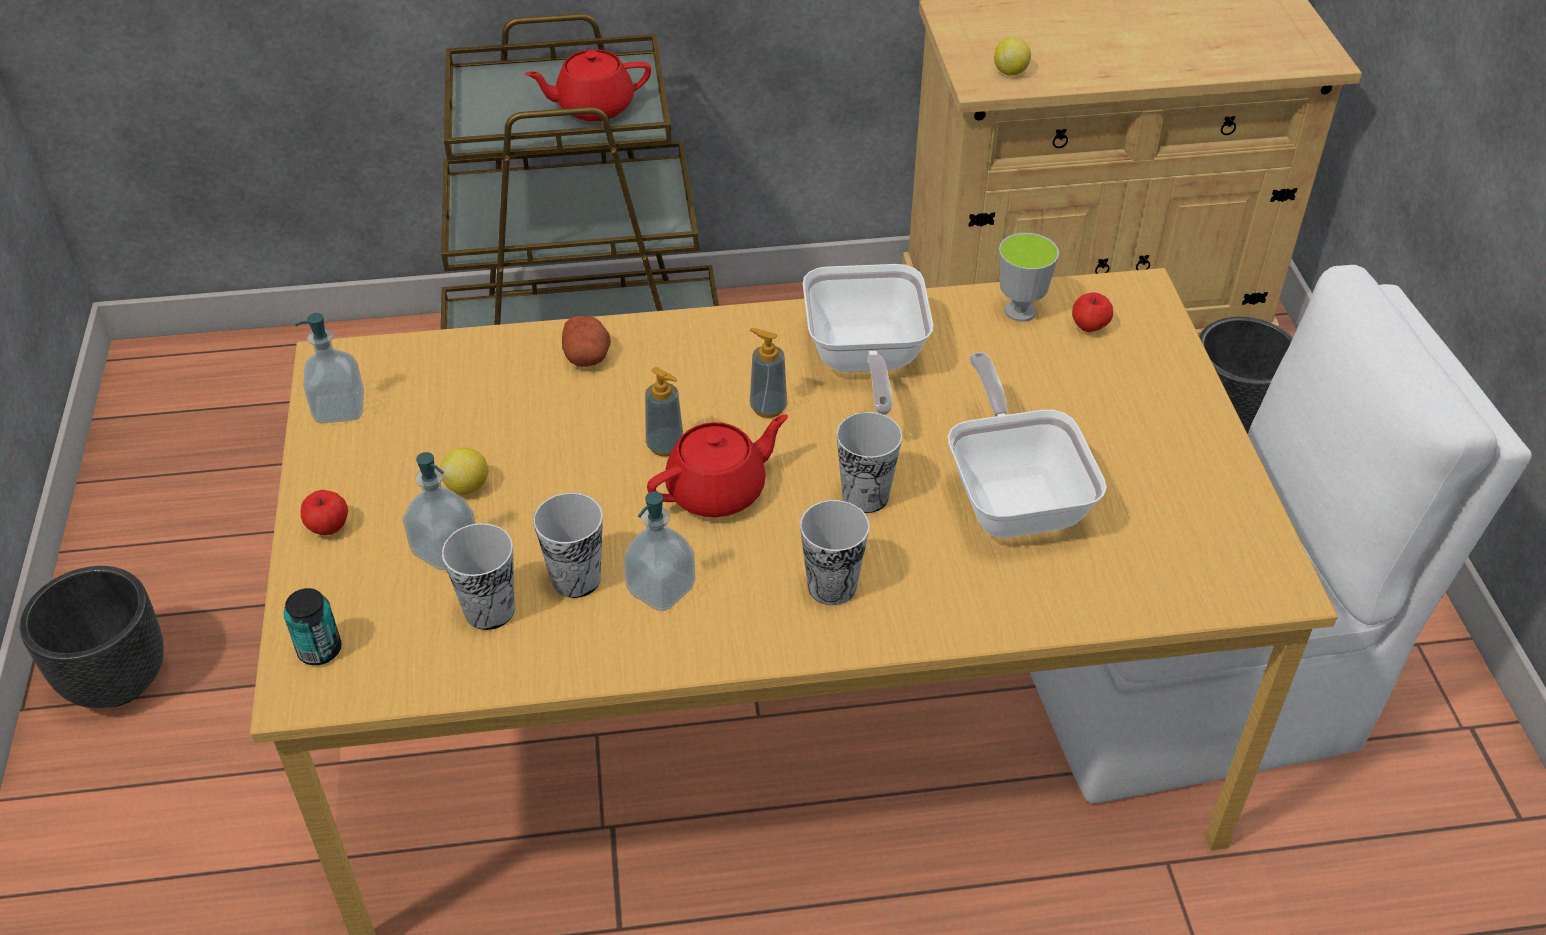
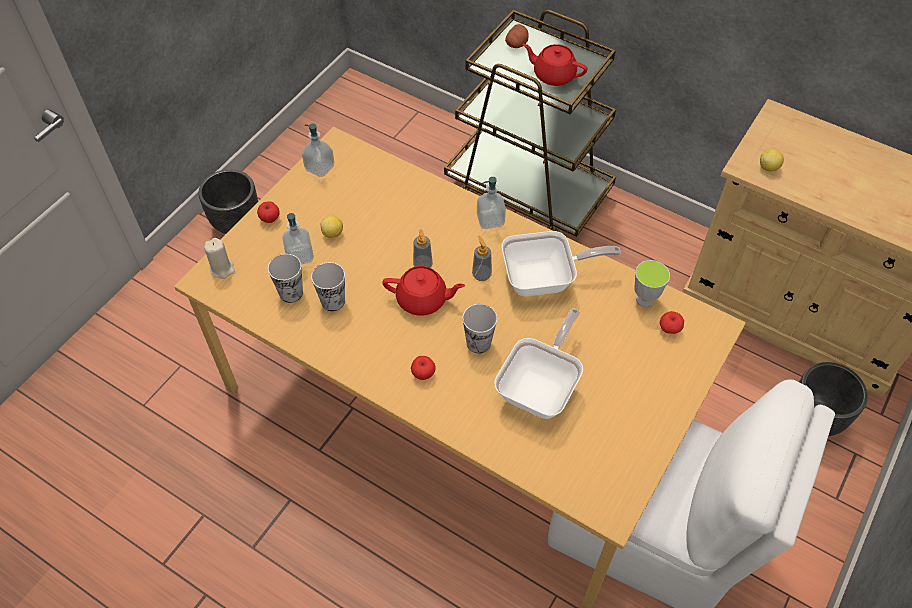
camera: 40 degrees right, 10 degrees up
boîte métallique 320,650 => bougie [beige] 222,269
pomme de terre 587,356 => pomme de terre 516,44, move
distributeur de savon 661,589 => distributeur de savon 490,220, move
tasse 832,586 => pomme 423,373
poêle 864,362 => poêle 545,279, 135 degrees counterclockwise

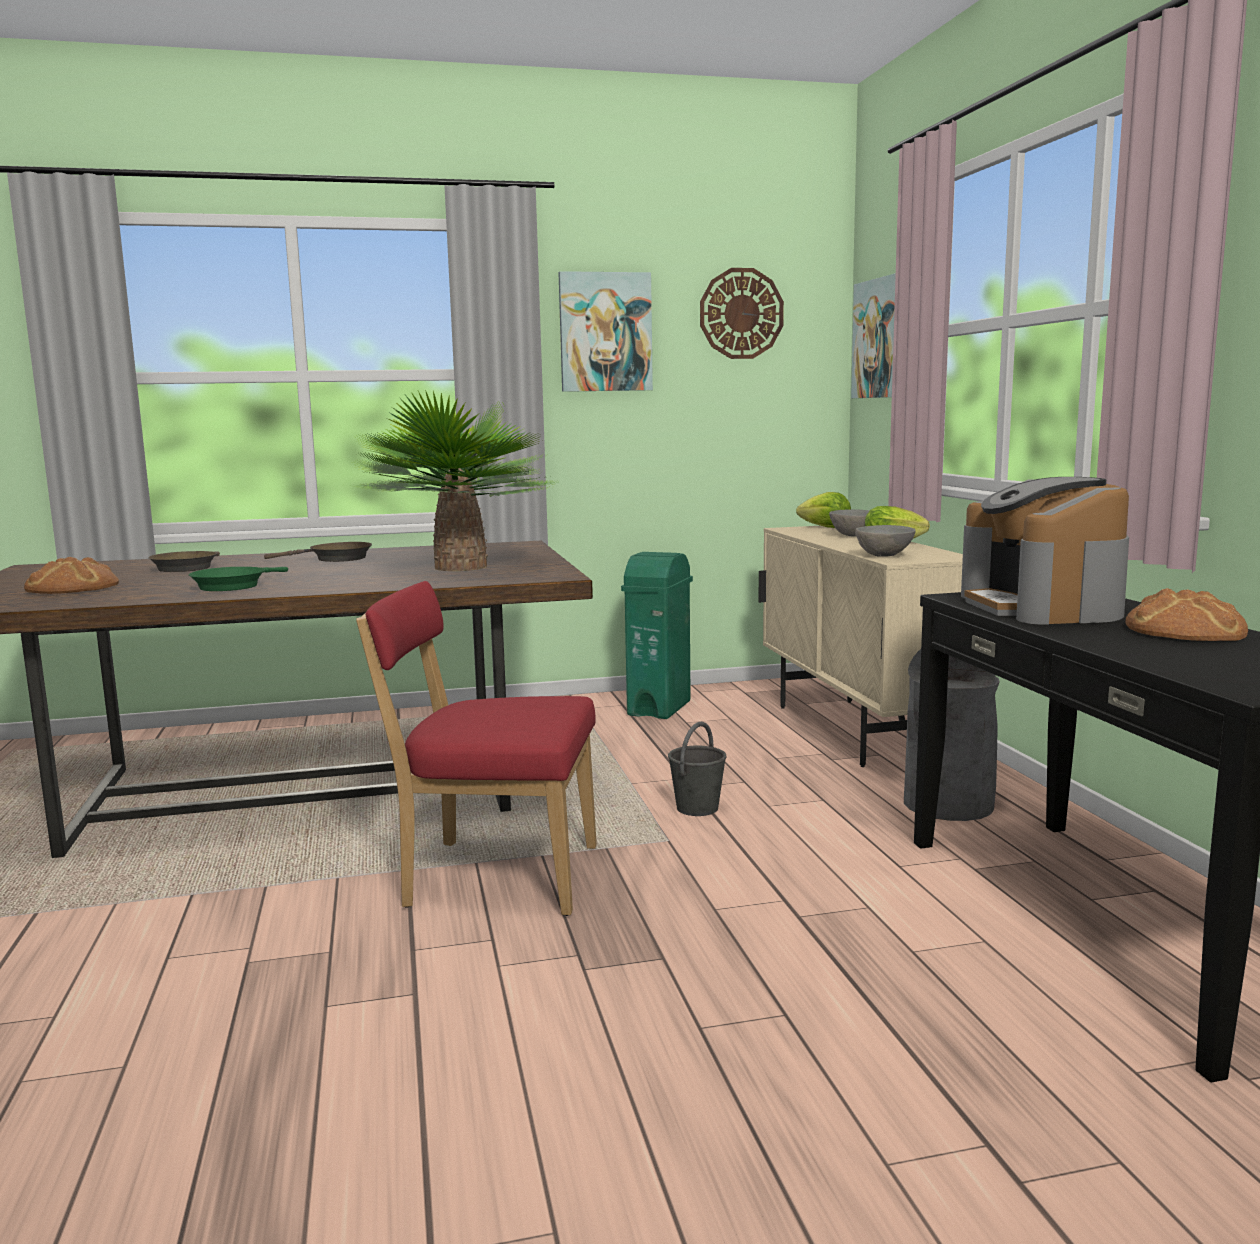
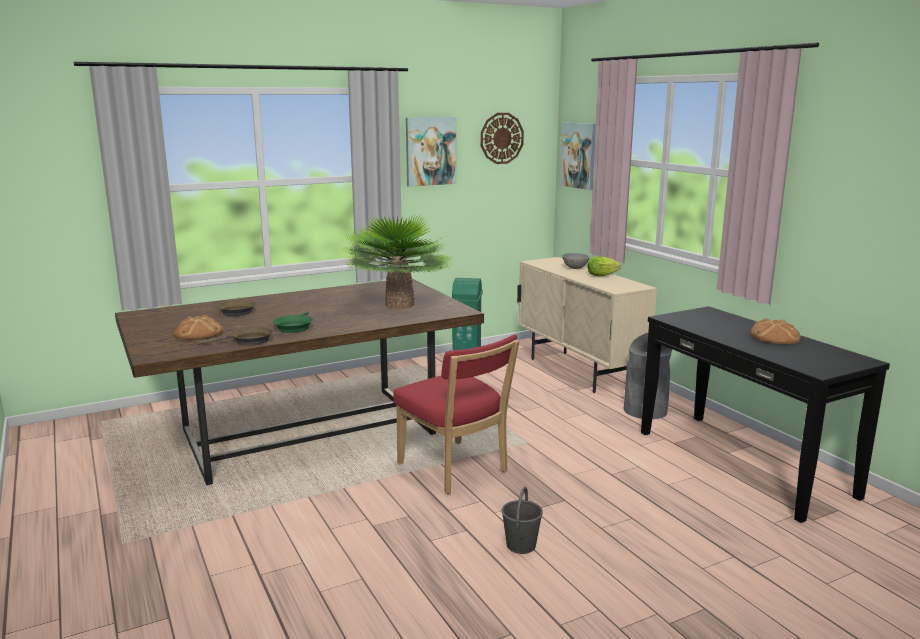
camera: 15 degrees left, 5 degrees up
poêle [marron] 335,559 => poêle [marron] 248,341, move
chaise [rouge] 493,876 => chaise [rouge] 455,470, 120 degrees counterclockwise
seau [gris] 697,808 => seau [gris] 521,545, move
laitue 825,527 => nothing
bol [gris] 885,556 => nothing
machine à café 1042,606 => nothing

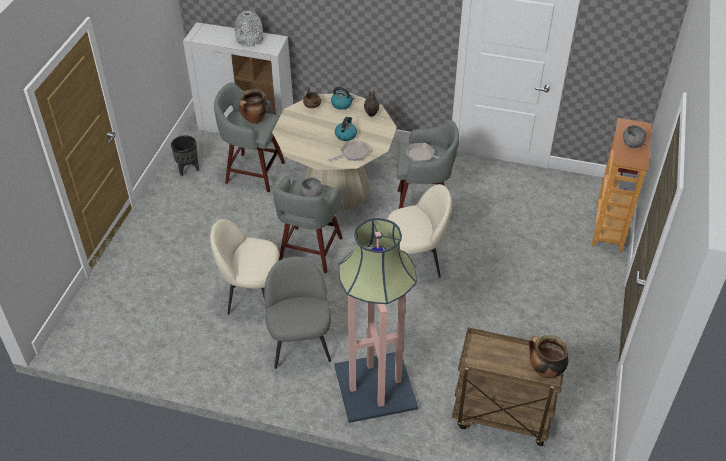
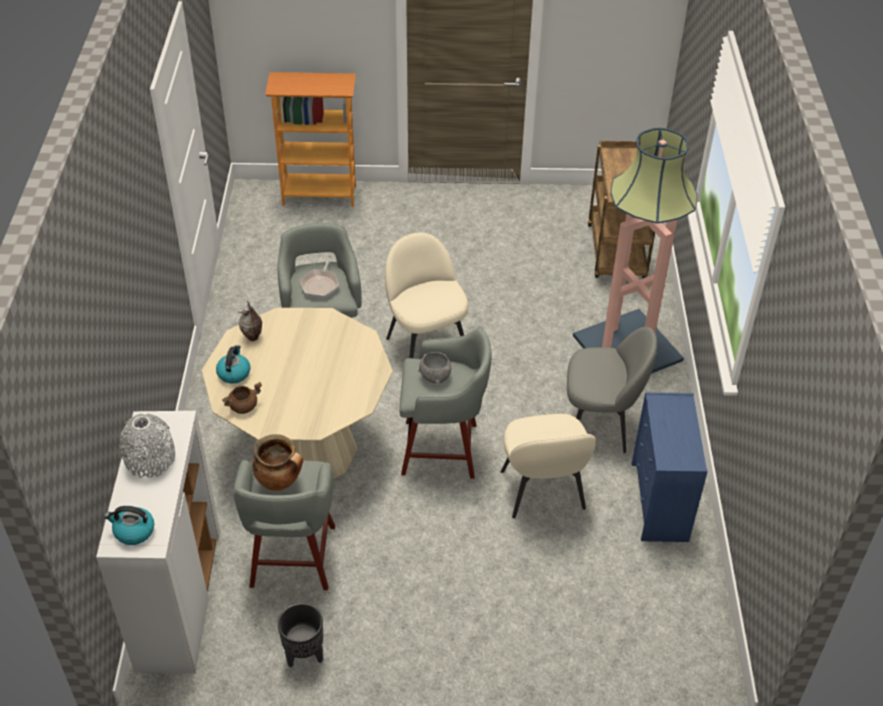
camera: 105 degrees left, 0 degrees up
chaise [gris] 300,344 => chaise [gris] 600,424, 150 degrees counterclockwise
poêle 352,154 => nothing
bouilloire 346,135 => bouilloire 133,531, move
marmite 544,370 => nothing
bol [gris] 632,144 => nothing
nothing => commode [bleu] 659,503

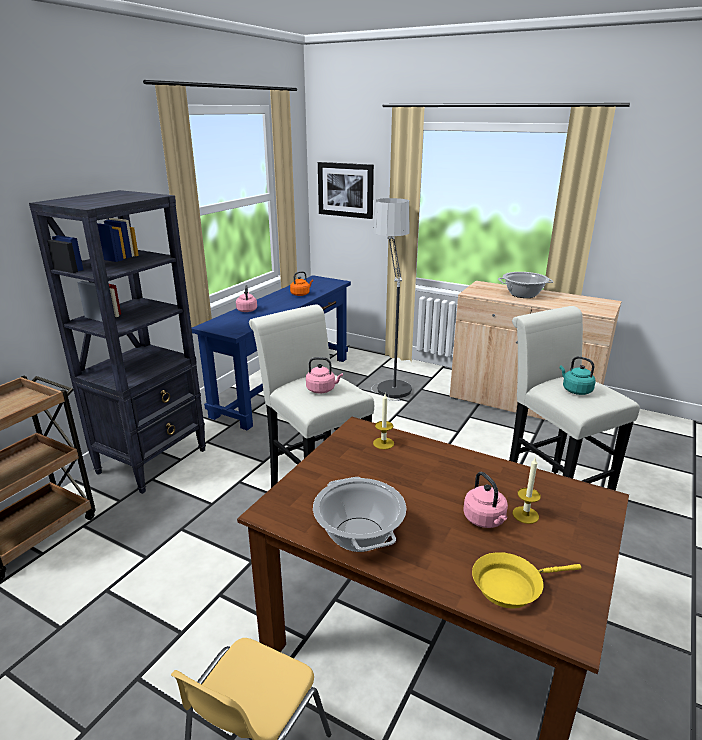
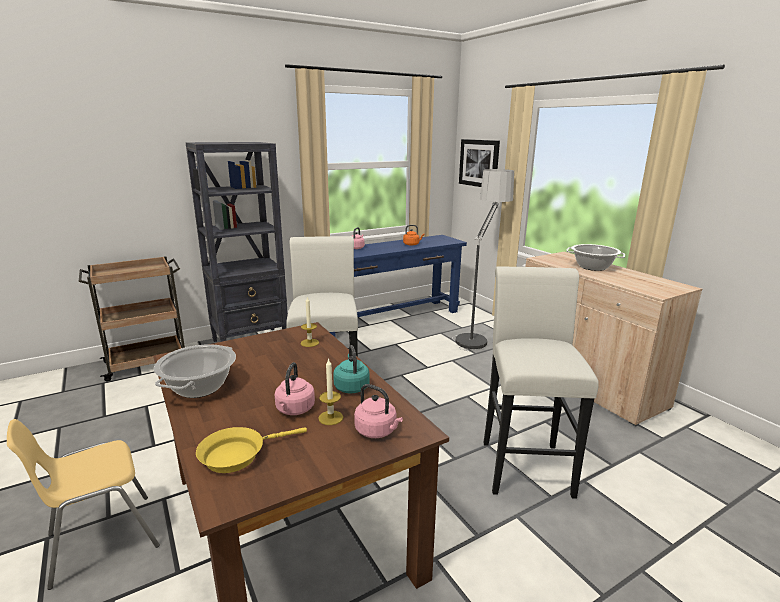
camera: 30 degrees right, 5 degrees down
bouilloire [rose] 322,389 => bouilloire [rose] 377,431, move
poêle [jaune] 511,586 => poêle [jaune] 237,454, 45 degrees counterclockwise
bouilloire [turquoise] 575,390 => bouilloire [turquoise] 351,386, move

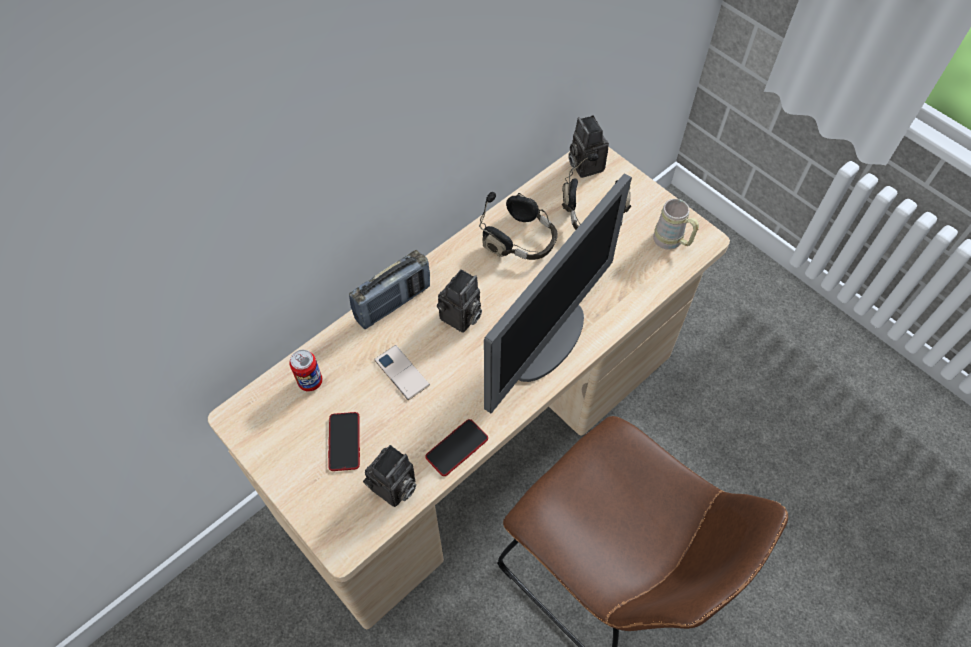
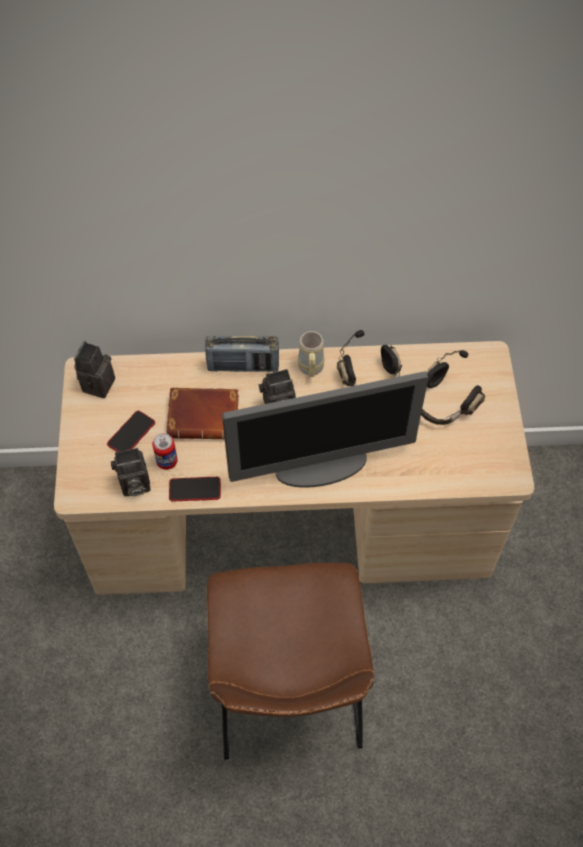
camera: 40 degrees right, 0 degrees up
boîte métallique 310,381 => boîte métallique 167,461, move
téléphone 401,372 => livre [marron] 206,416
appareil photo 584,164 => appareil photo 97,383, move
mug [beige] 671,243 => mug [beige] 310,370, move

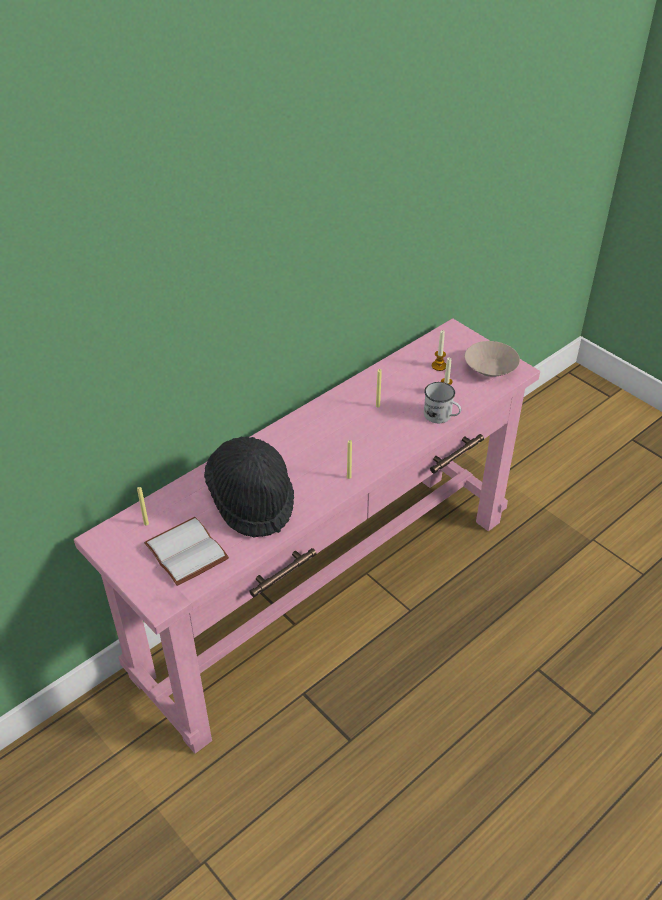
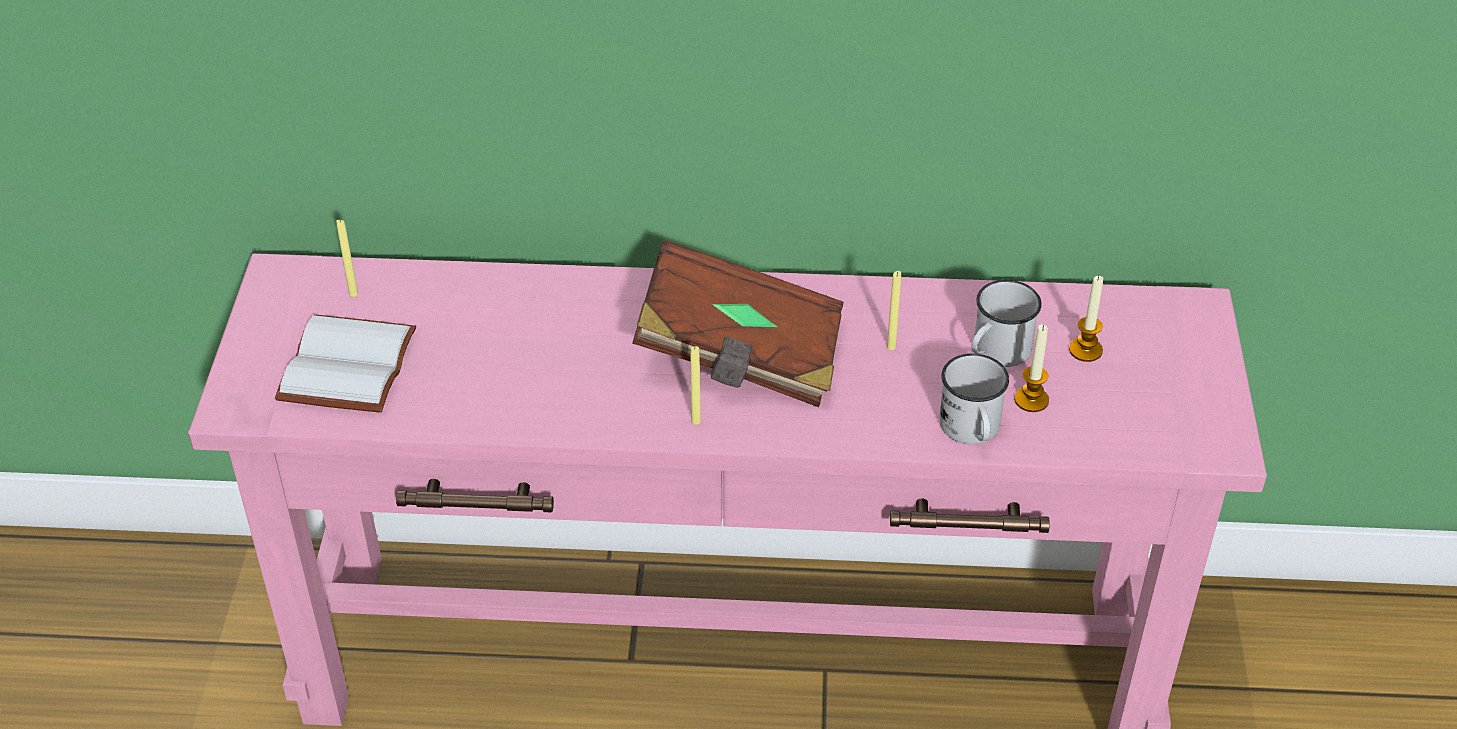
camera: 45 degrees right, 0 degrees up
chapeau [noir] 252,500 => nothing
bol [beige] 490,368 => nothing
nothing => livre [marron] 740,356
nothing => mug [blanc] 996,353

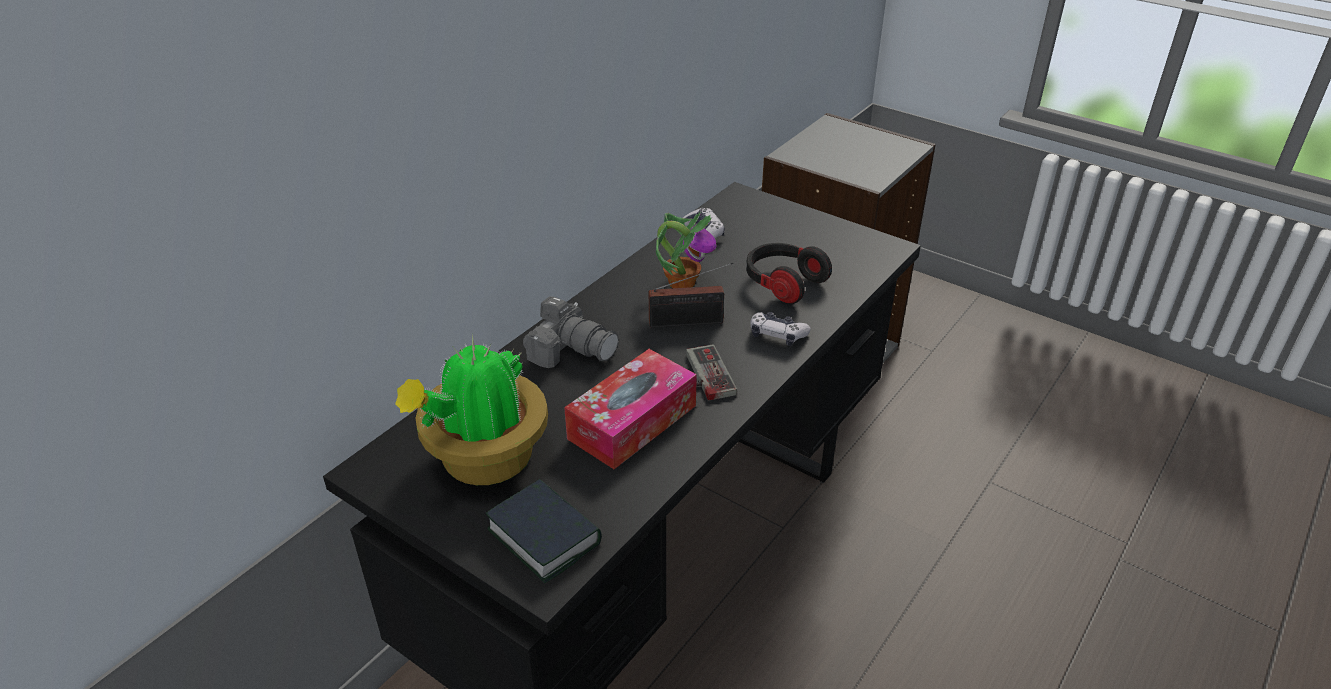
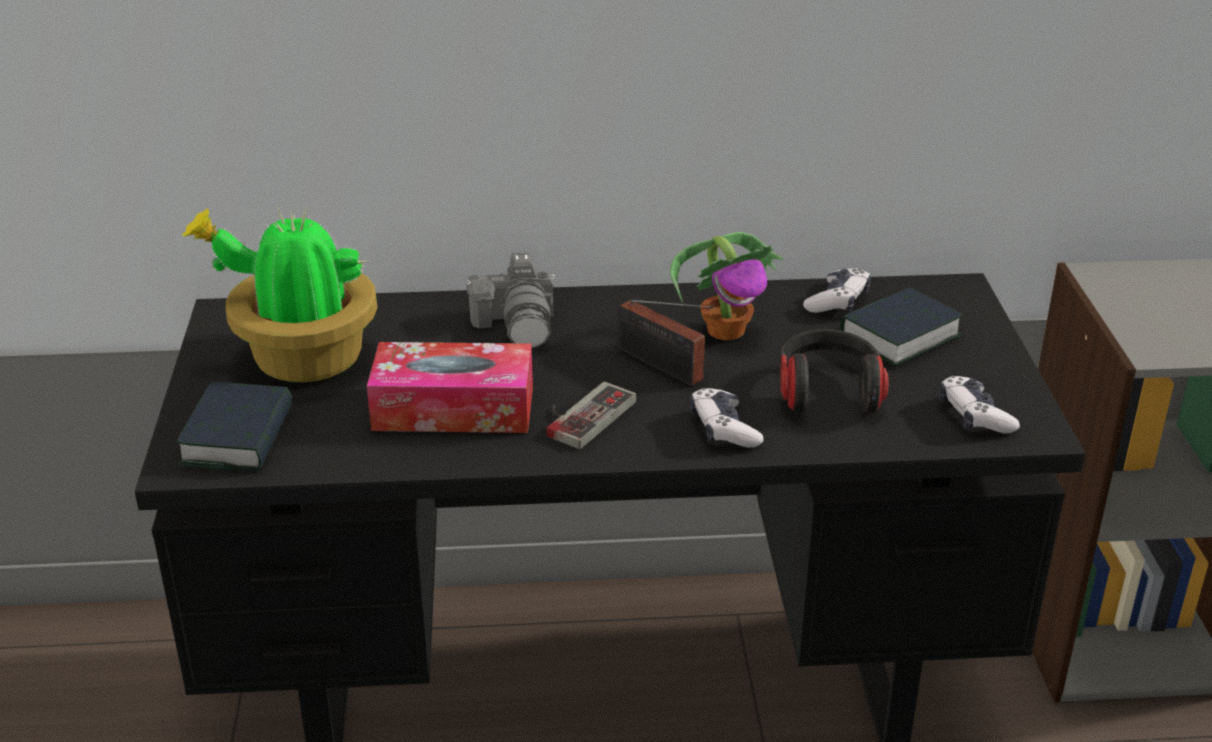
camera: 50 degrees right, 5 degrees down
nothing => livre 899,336
nothing => manette 974,416

